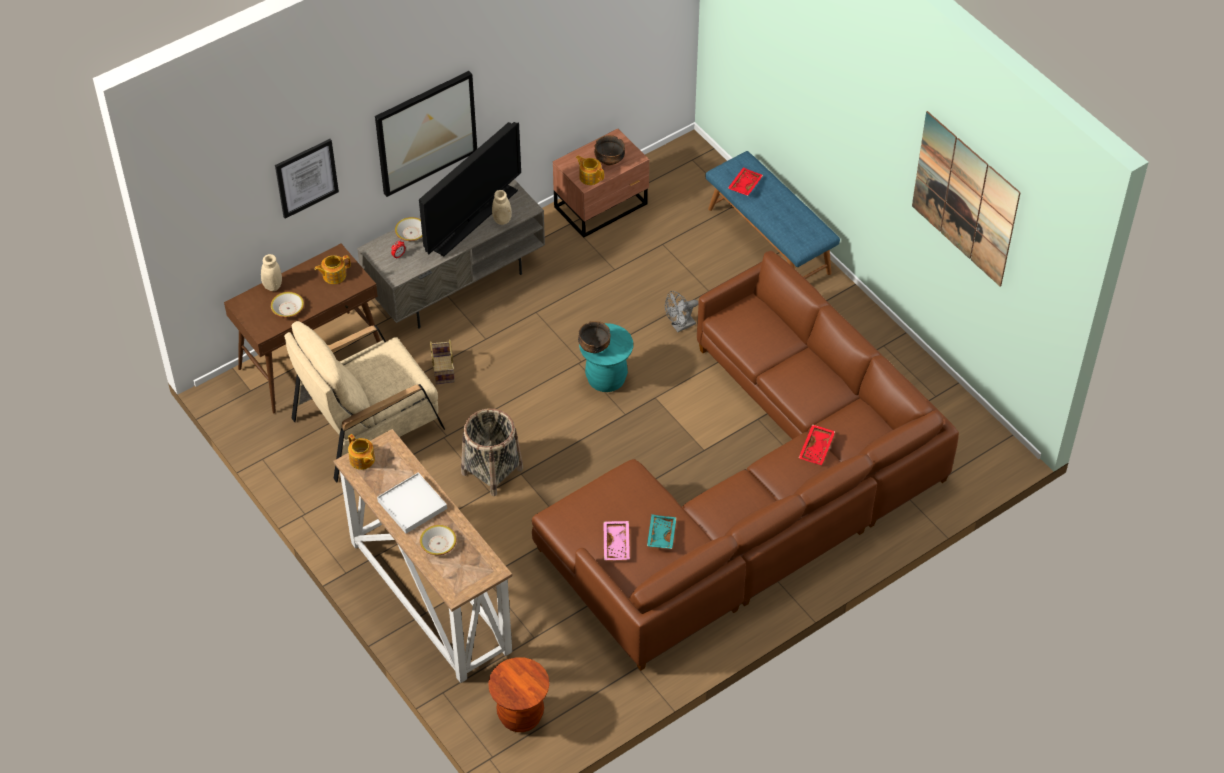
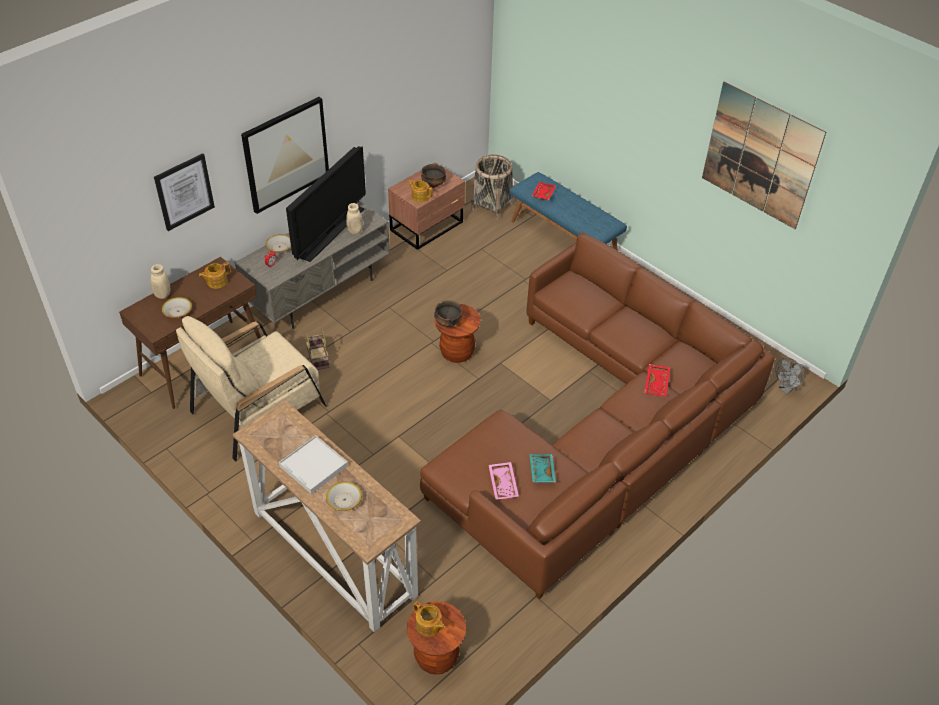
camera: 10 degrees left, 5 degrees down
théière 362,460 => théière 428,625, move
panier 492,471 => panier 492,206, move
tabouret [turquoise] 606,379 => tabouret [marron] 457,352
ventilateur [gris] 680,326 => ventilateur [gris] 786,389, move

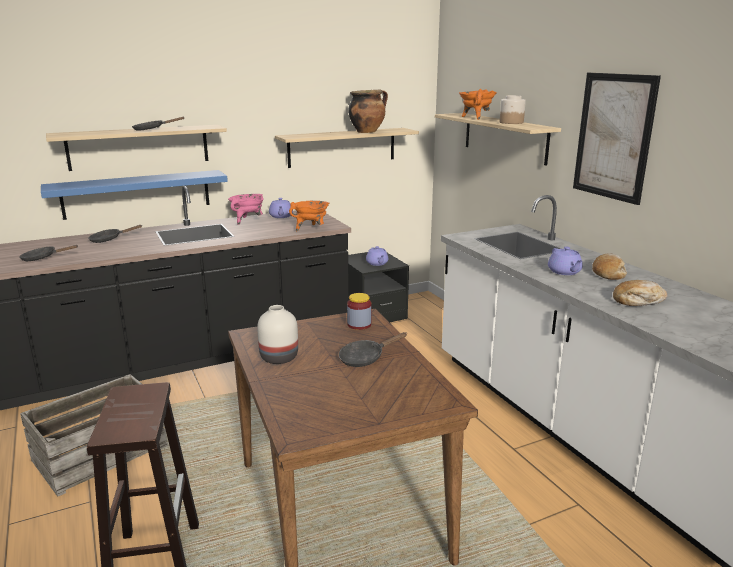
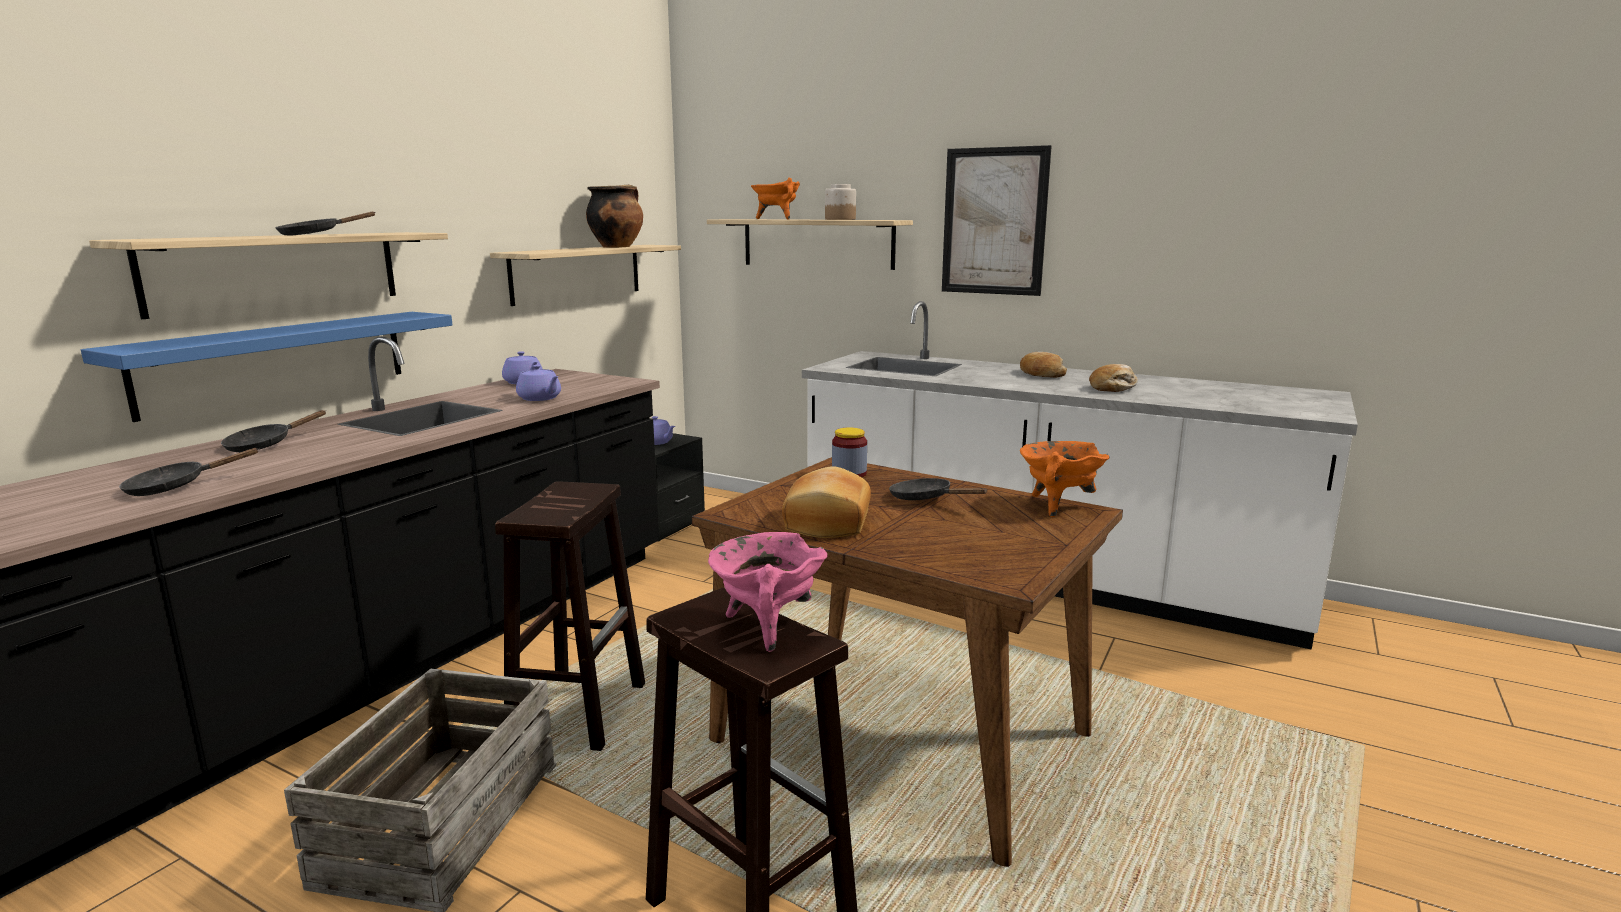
camera: 35 degrees left, 5 degrees down
marmite [rose] 248,221 => marmite [rose] 767,627, move
vase [blanc] 279,357 => pain 825,522
marmite [orange] 311,229 => marmite [orange] 1058,505, move
poêle [noir] 365,358 => poêle [noir] 926,499, 105 degrees clockwise
théière [violet] 564,272 => théière [violet] 540,398, move
nothing => tabouret [marron] 579,710

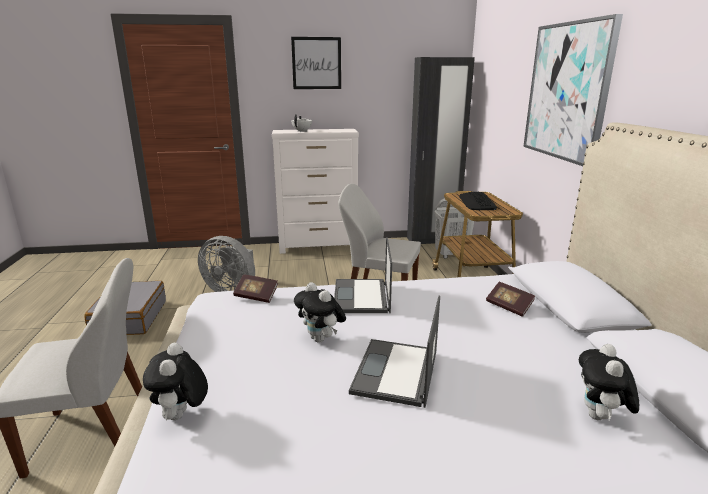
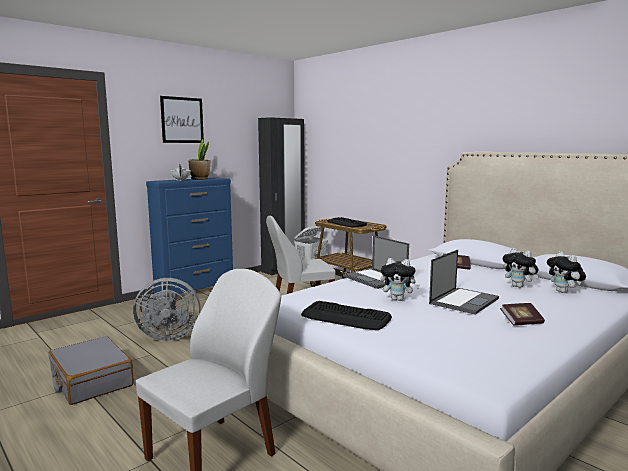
camera: 35 degrees left, 10 degrees down
peluche 181,416 => peluche 519,286, move
livre 256,296 => livre 521,322, move
commode [blanc] 319,247 => commode [bleu] 195,291
ordinateur portable 396,373 => ordinateur portable 464,301, 120 degrees counterclockwise
tableau 567,91 => nothing
nothing => plante en pot 200,179
nothing => clavier 346,317

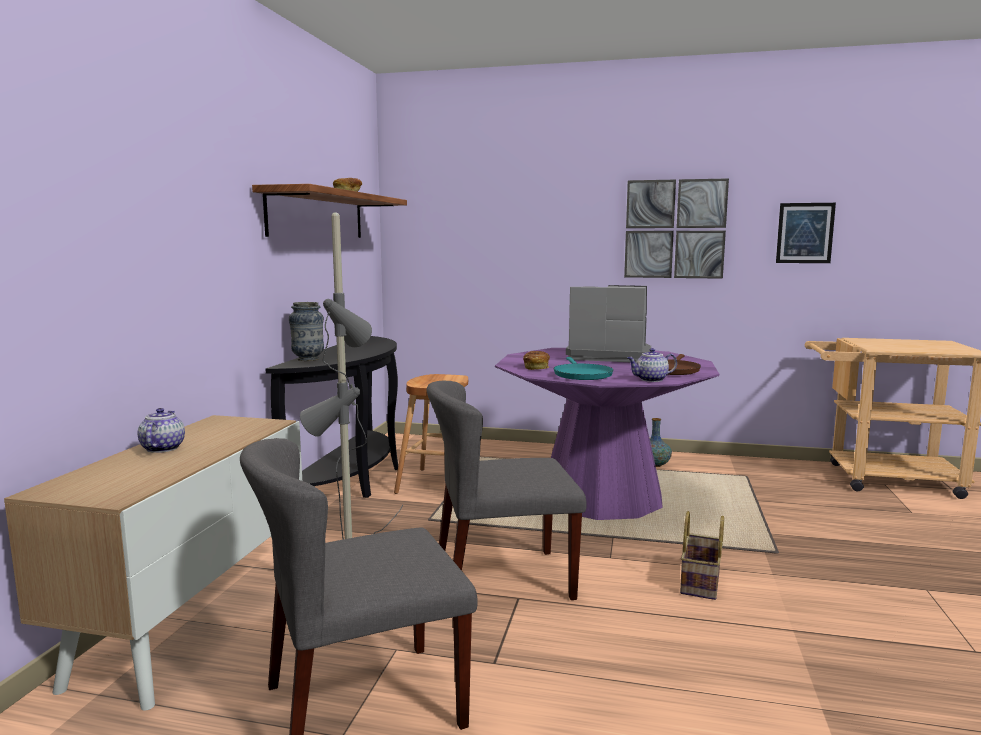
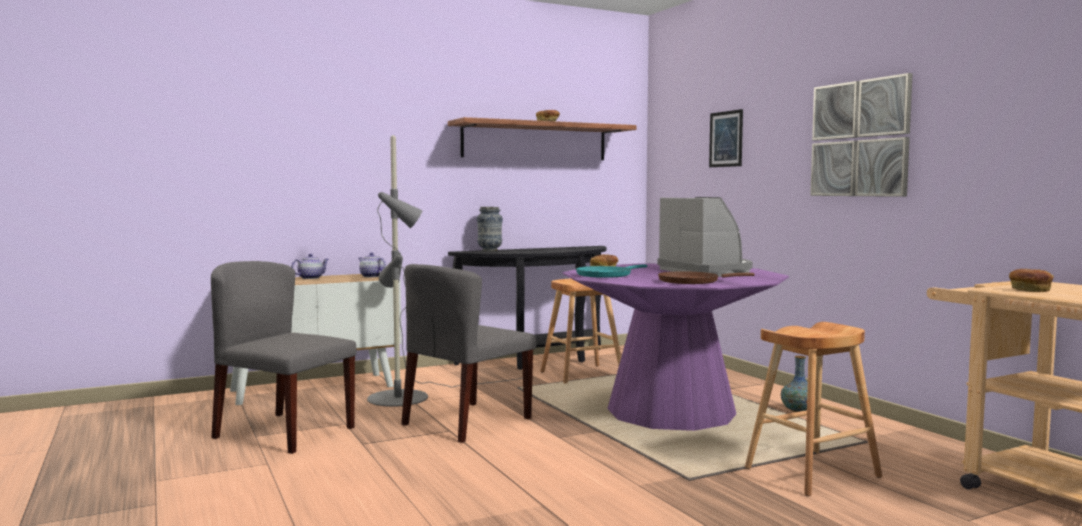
camera: 50 degrees right, 5 degrees down
chaise [gris] 501,579 => chaise [gris] 467,421, 90 degrees counterclockwise
théière 650,380 => théière 371,276, move
panier 701,583 => nothing
tableau 805,233 => tableau 726,139, move
nothing => tabouret [marron] 812,472
nothing => pain 1030,290

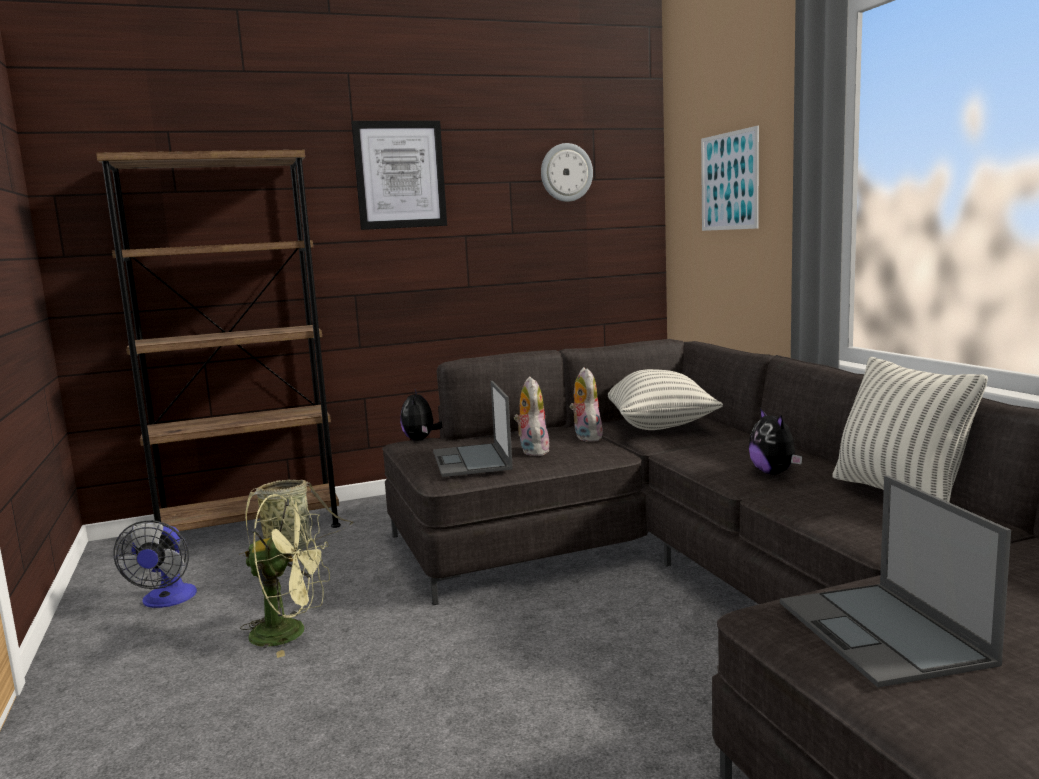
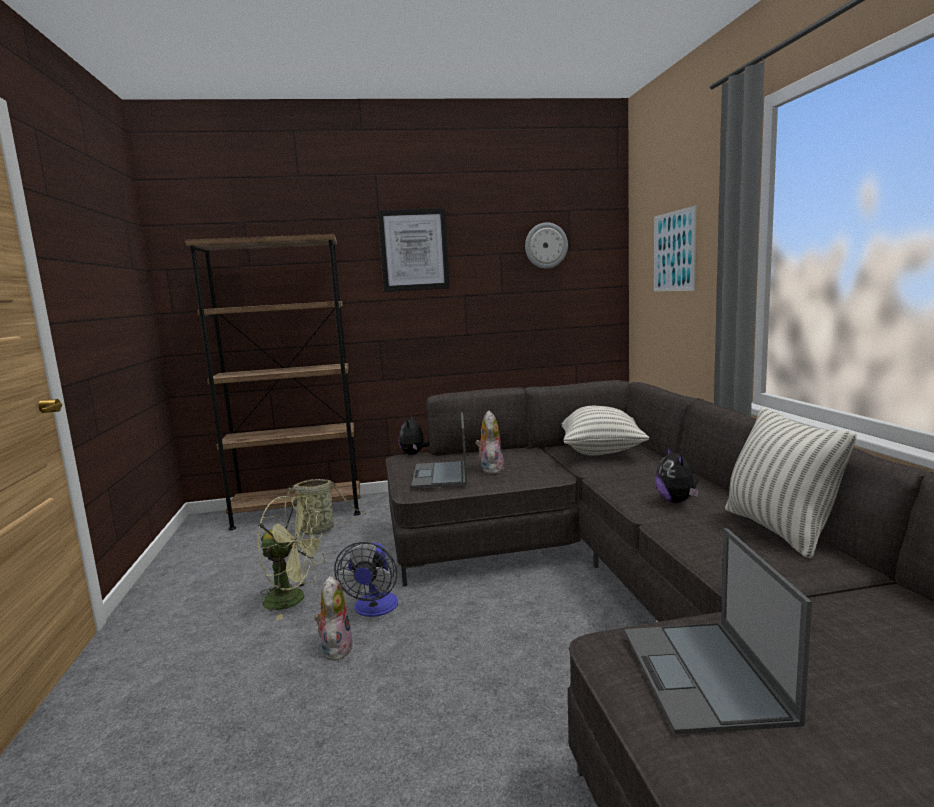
camera: 10 degrees right, 0 degrees up
ventilateur 166,600 => ventilateur 374,609, move
peluche 585,437 => peluche 335,648, move

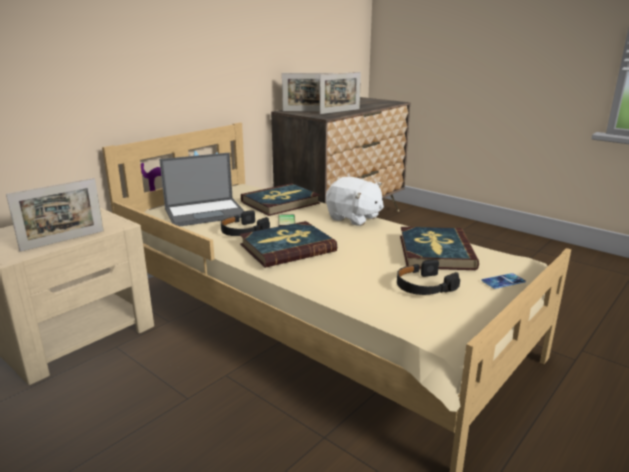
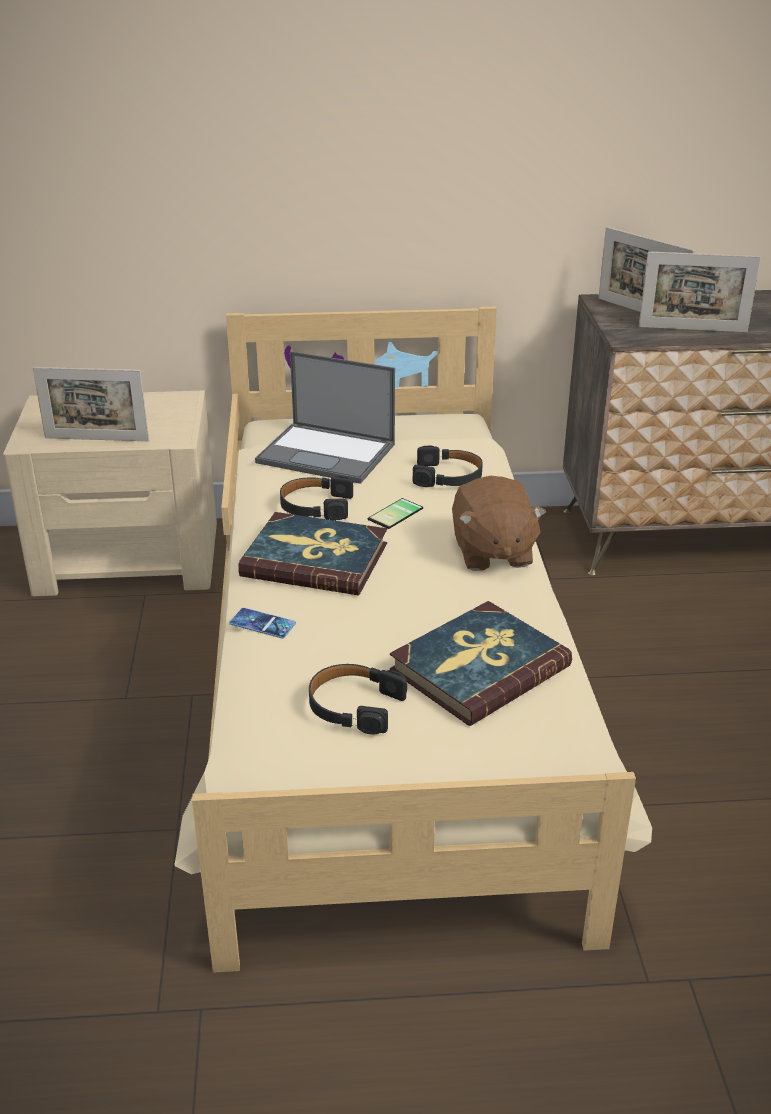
camera: 45 degrees right, 10 degrees up
livre 280,202 => casque audio [noir] 448,476
peluche [blanc] 354,218 => peluche [marron] 492,552
téléphone 503,281 => téléphone 262,624, move

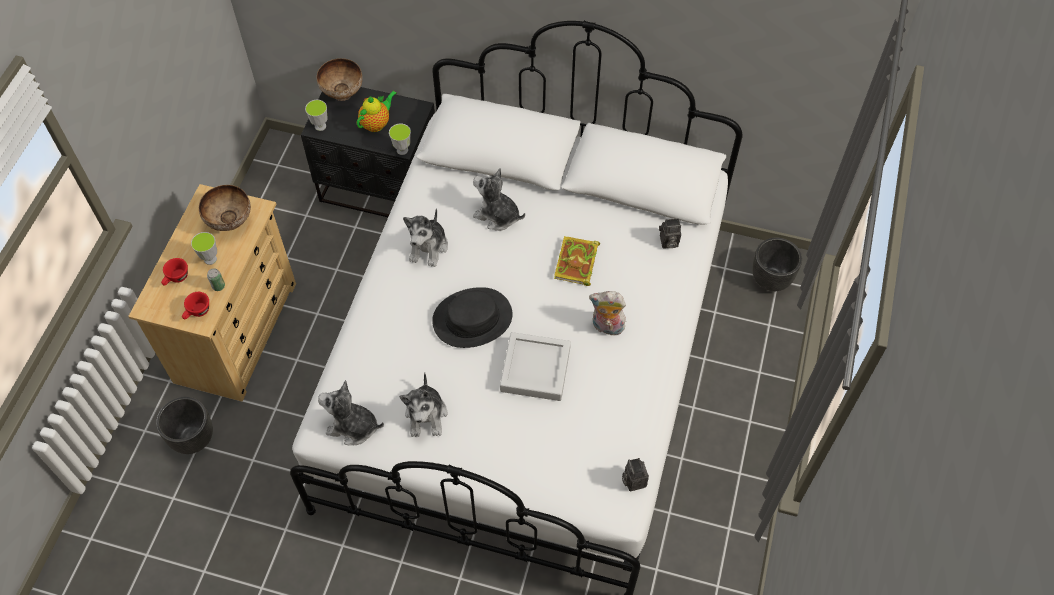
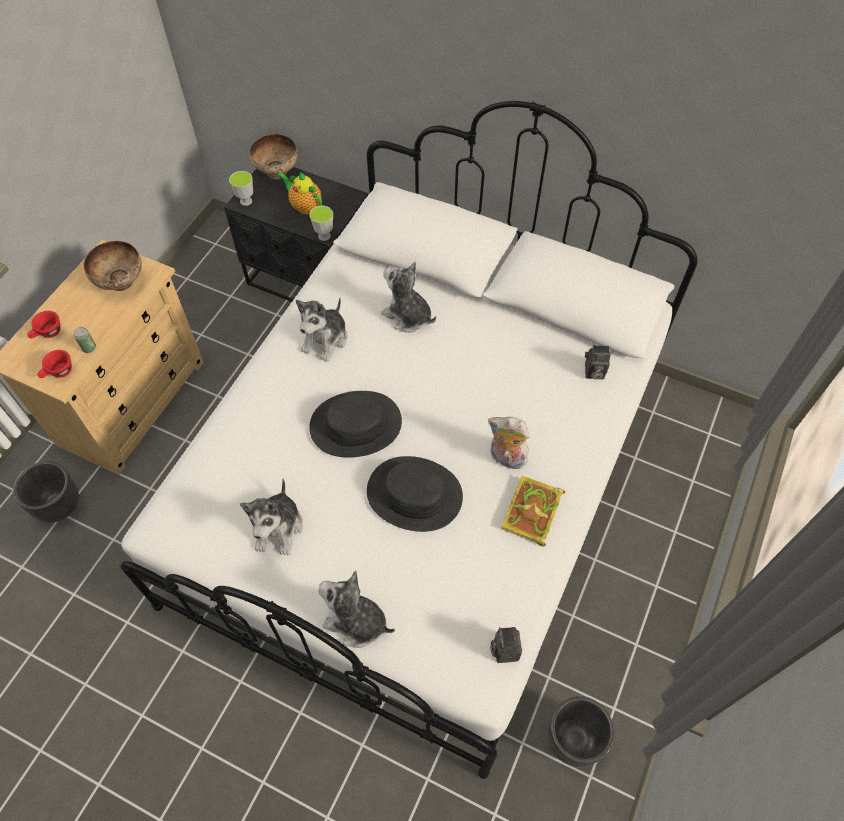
camera: 10 degrees right, 0 degrees up
tasse 210,259 => nothing
peluche 352,427 => peluche 356,622, move
théière 377,123 => théière 304,206, 105 degrees counterclockwise
plateau [gris] 535,369 => chapeau [noir] 414,495
livre 577,264 => livre 532,513, move
cache-pot [noir] 770,278 => cache-pot [noir] 573,738, move

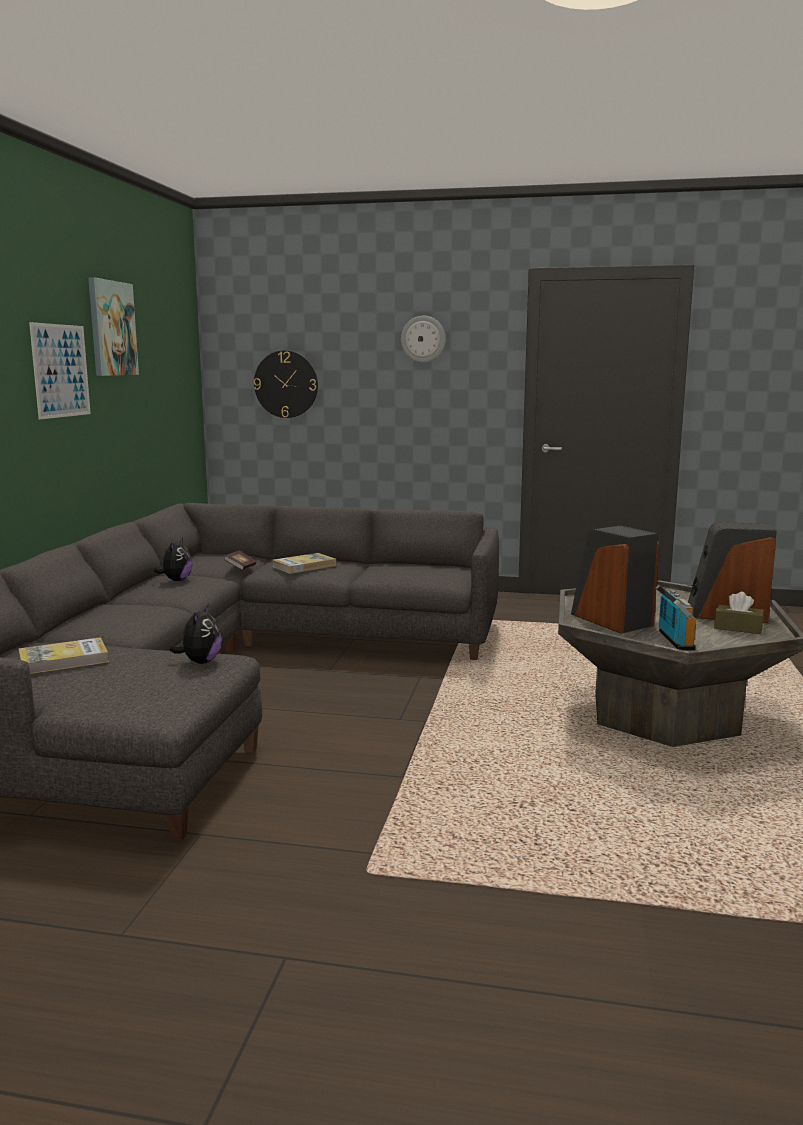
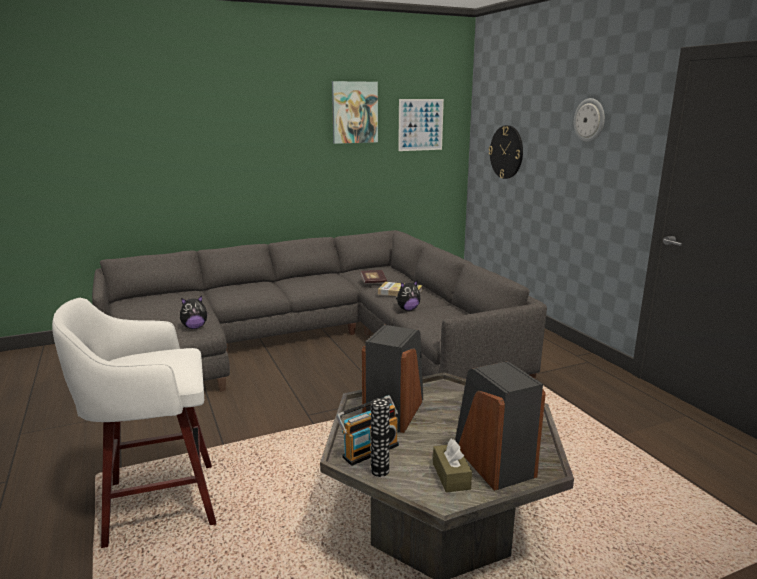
camera: 55 degrees right, 5 degrees up
livre 64,660 => nothing
tableau 61,371 => tableau 420,125, move
peluche 176,580 => peluche 407,309, move
nothing => tabouret [blanc] 156,504
nothing => vase 380,471

